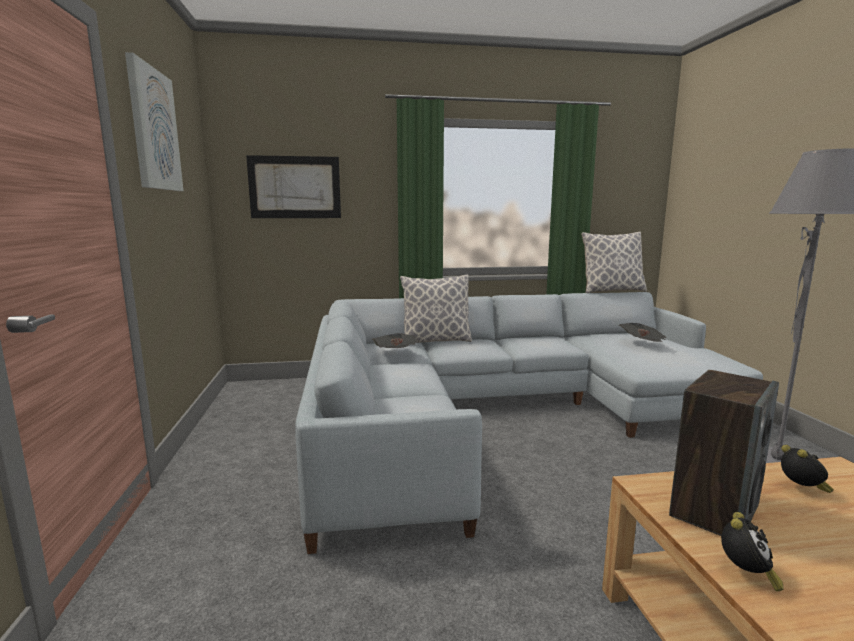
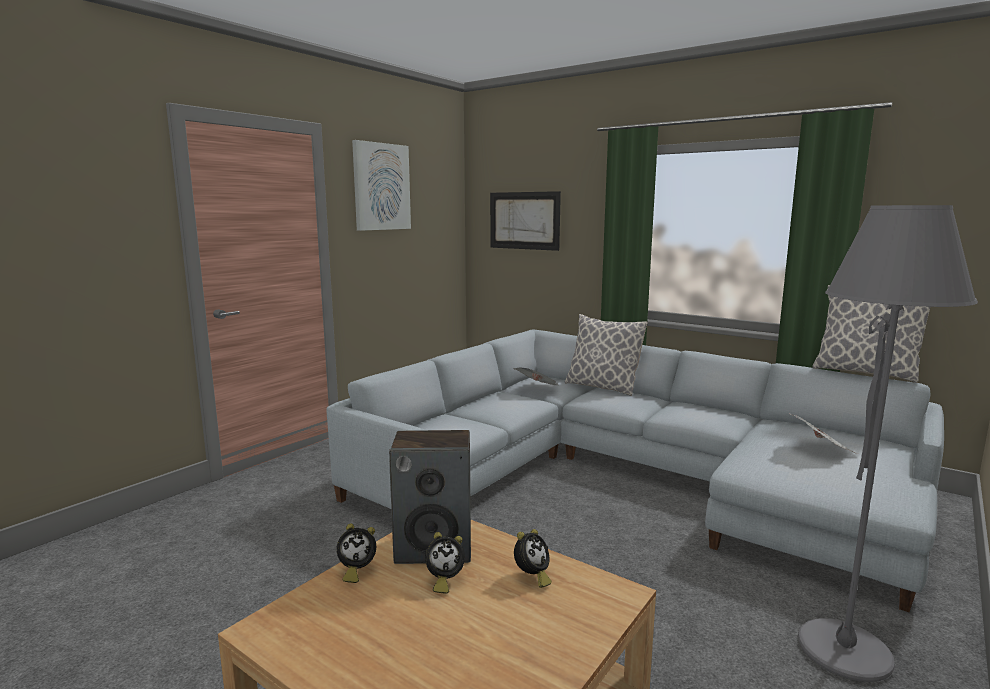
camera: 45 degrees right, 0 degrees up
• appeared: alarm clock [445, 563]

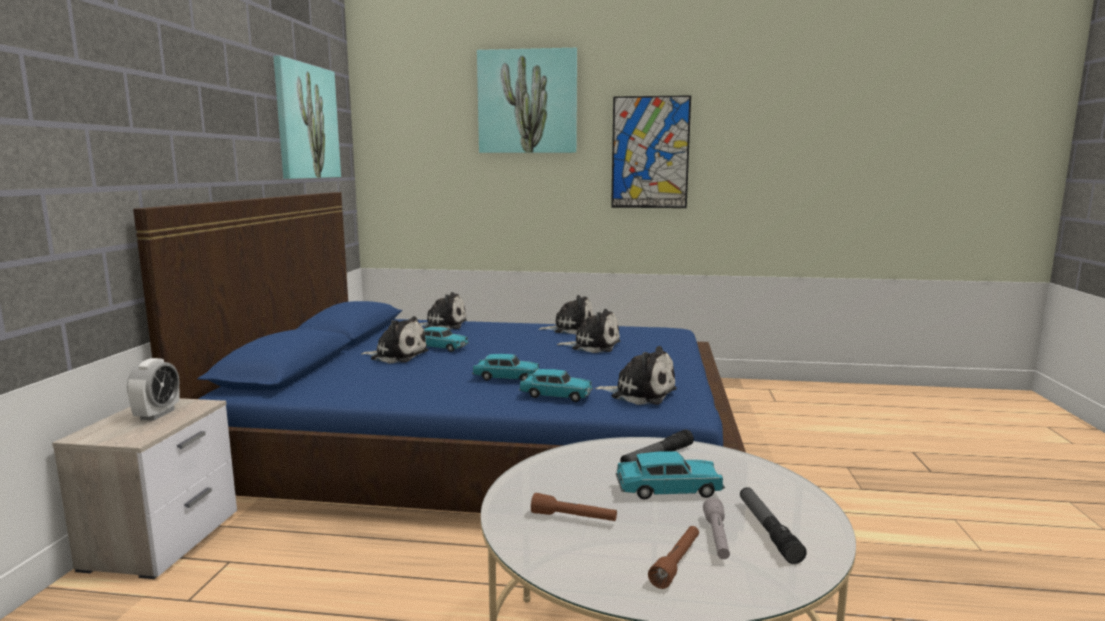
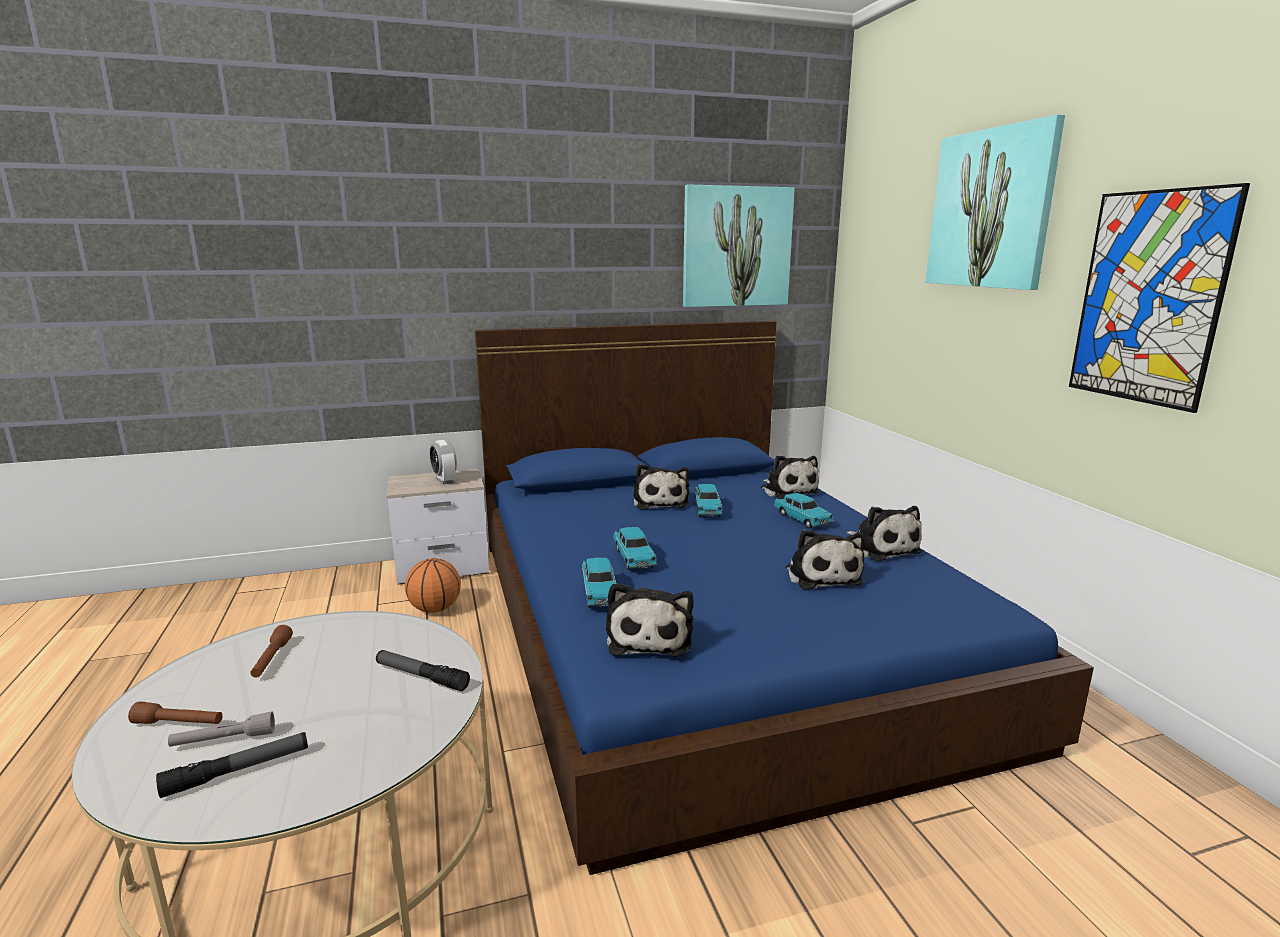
camera: 65 degrees right, 5 degrees up
• spun: alarm clock [153, 389] = [443, 462] 75 degrees clockwise
• relocated: toy car in turquoise [670, 475] to [803, 511]
• appeared: basketball [433, 585]

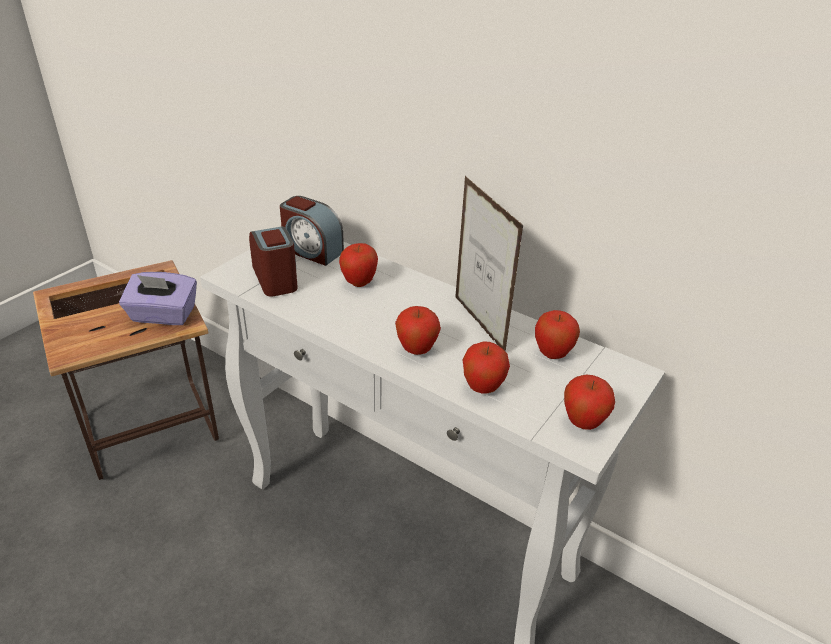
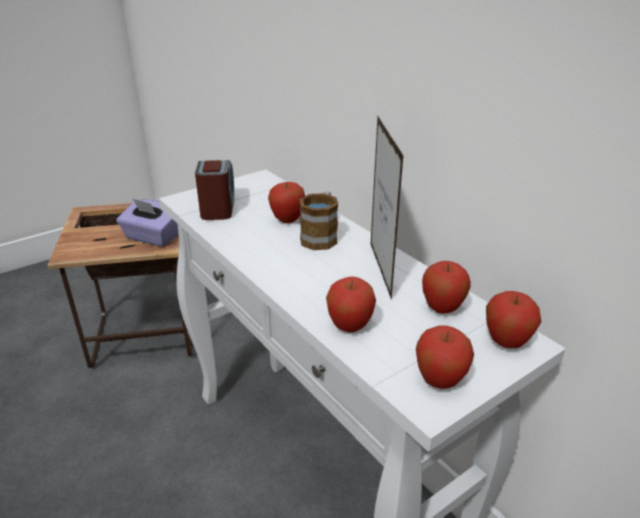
camera: 20 degrees right, 5 degrees down
• missing: alarm clock [312, 231]
• relocated: apple [418, 330] to [513, 319]
• appeared: mug [318, 220]

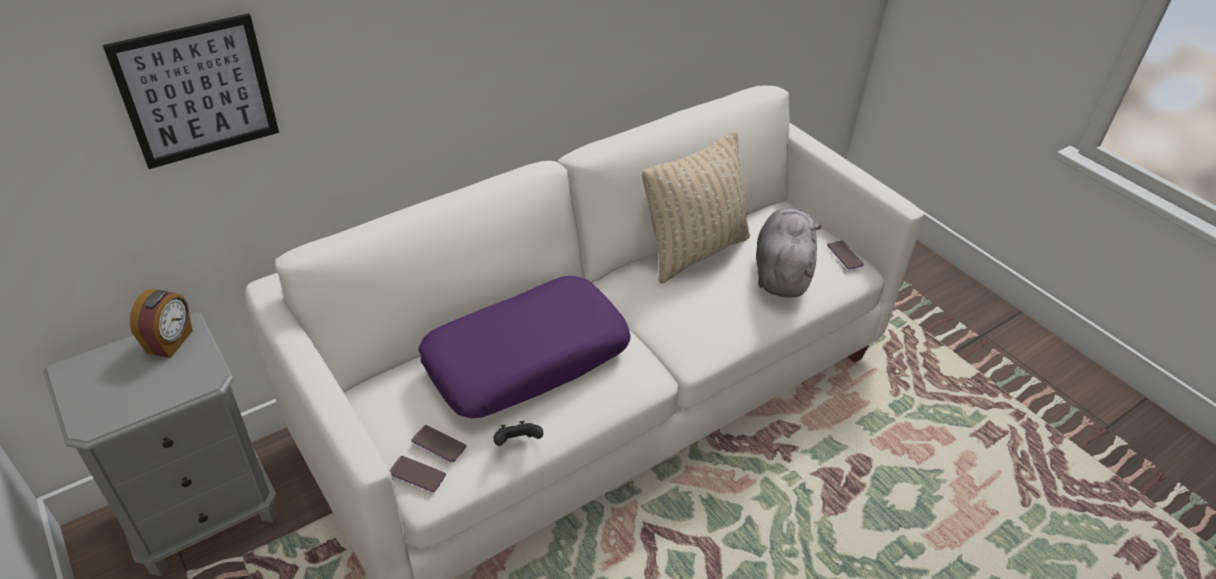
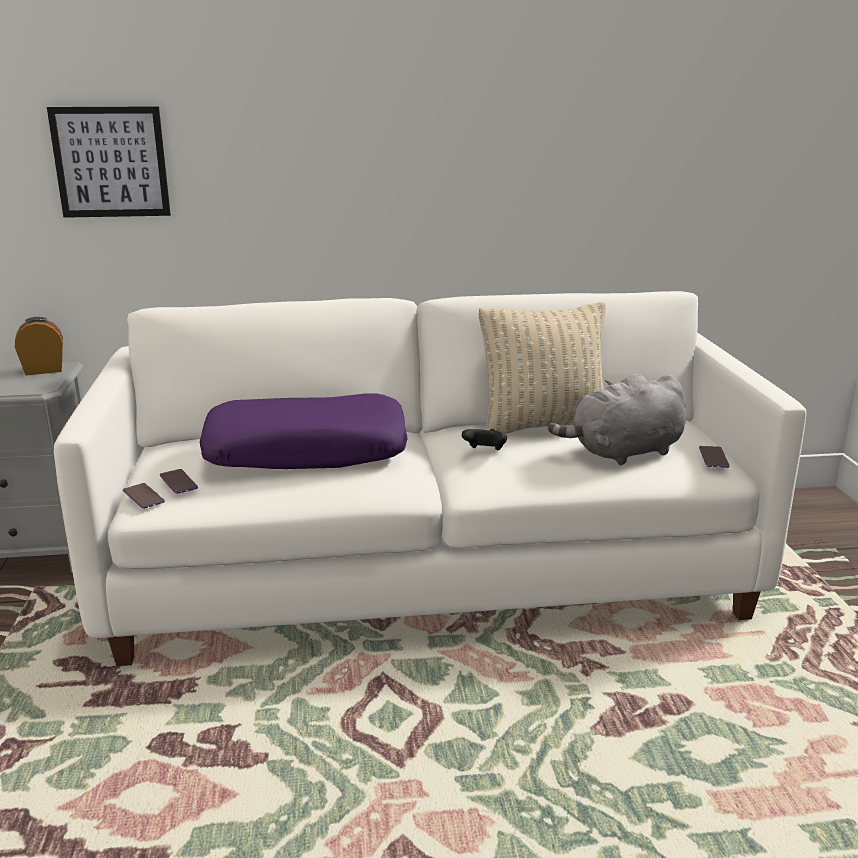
camera: 30 degrees right, 20 degrees down
• spun: plush toy in grey [788, 253] = [617, 419] 150 degrees counterclockwise
• spun: alarm clock [161, 323] = [39, 346] 150 degrees counterclockwise
• relocated: game controller in black [518, 433] to [484, 439]

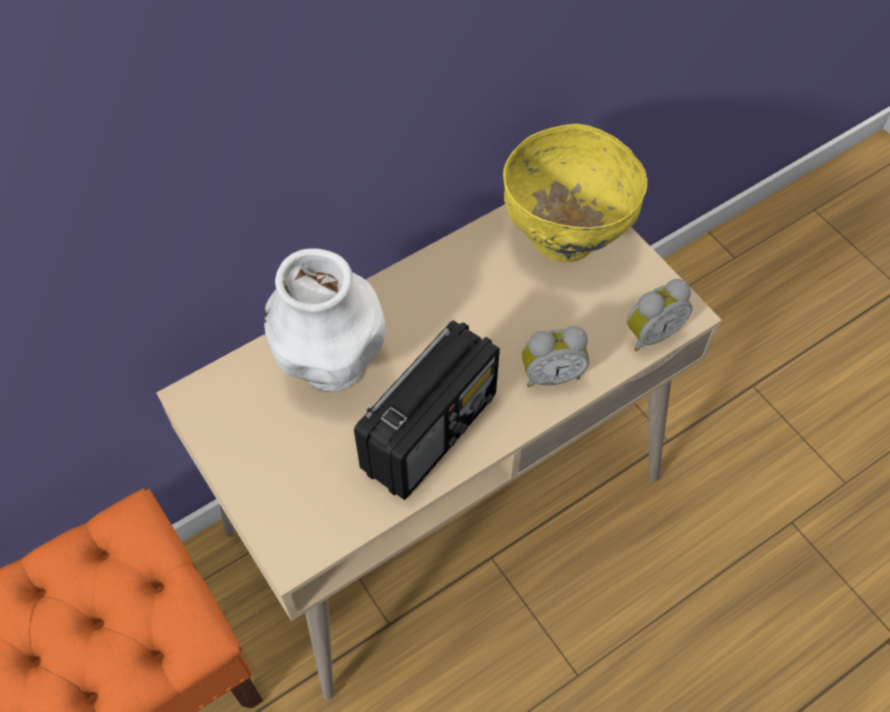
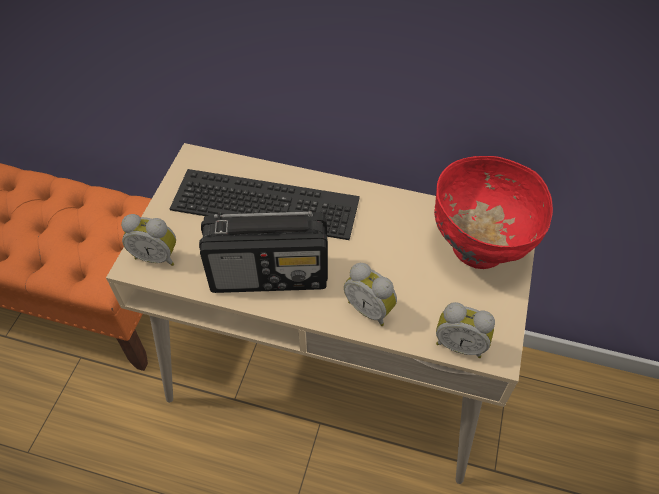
camera: 50 degrees right, 5 degrees down
• colour: bowl in yellow [575, 193] to bowl in red [493, 212]
• exchanged: vase in white [325, 320] to keyboard [265, 204]
• appeared: alarm clock [148, 240]

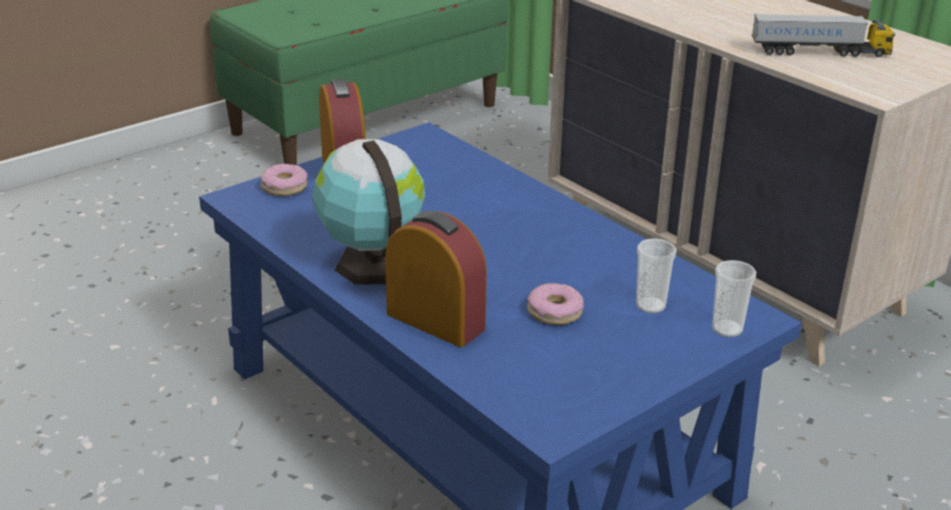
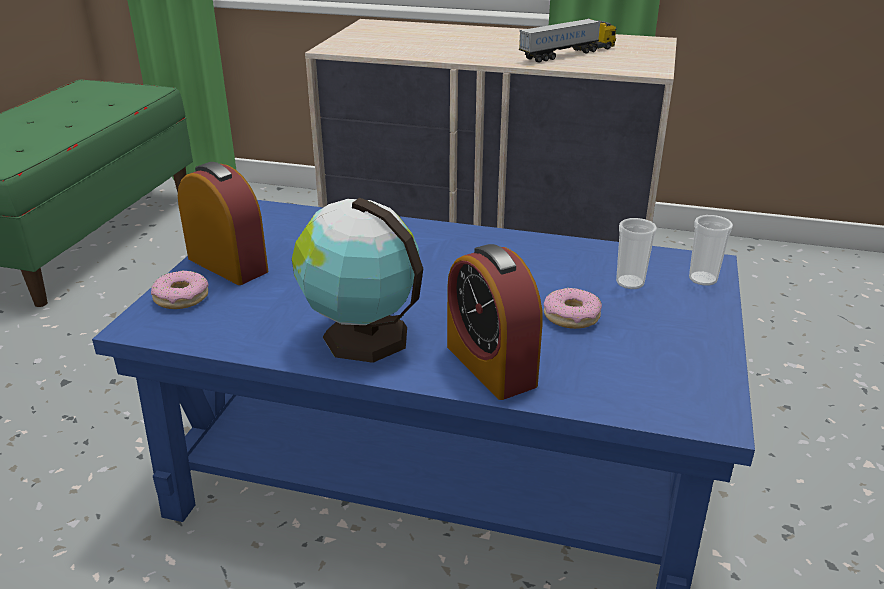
camera: 35 degrees left, 0 degrees up
• spun: alarm clock [436, 279] = [495, 322] 120 degrees counterclockwise

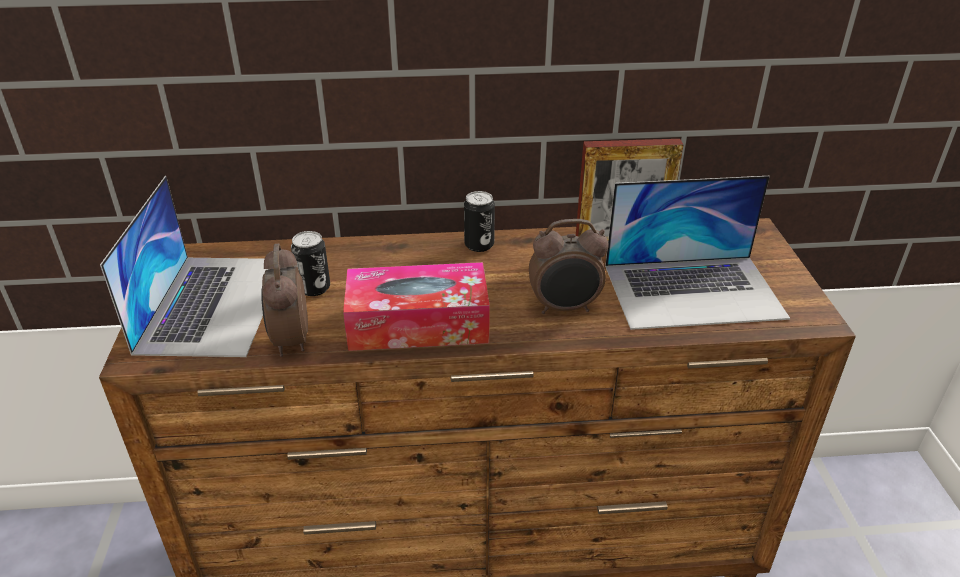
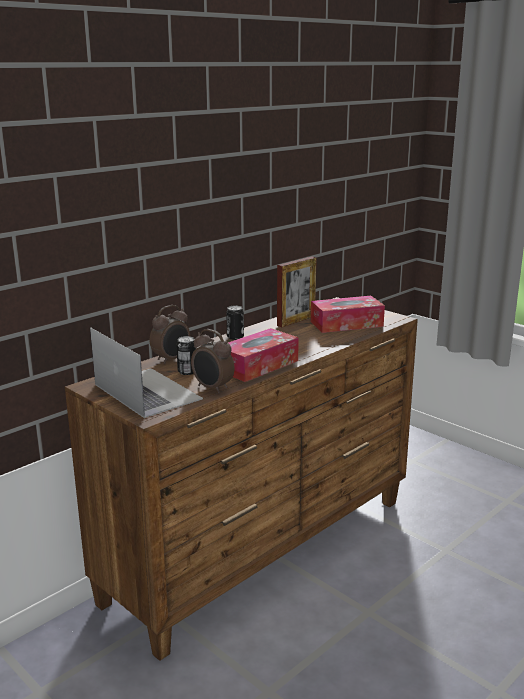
camera: 40 degrees left, 15 degrees down
• exchanged: laptop [697, 253] to tissue box [348, 314]
• relocated: alarm clock [569, 266] to [170, 334]

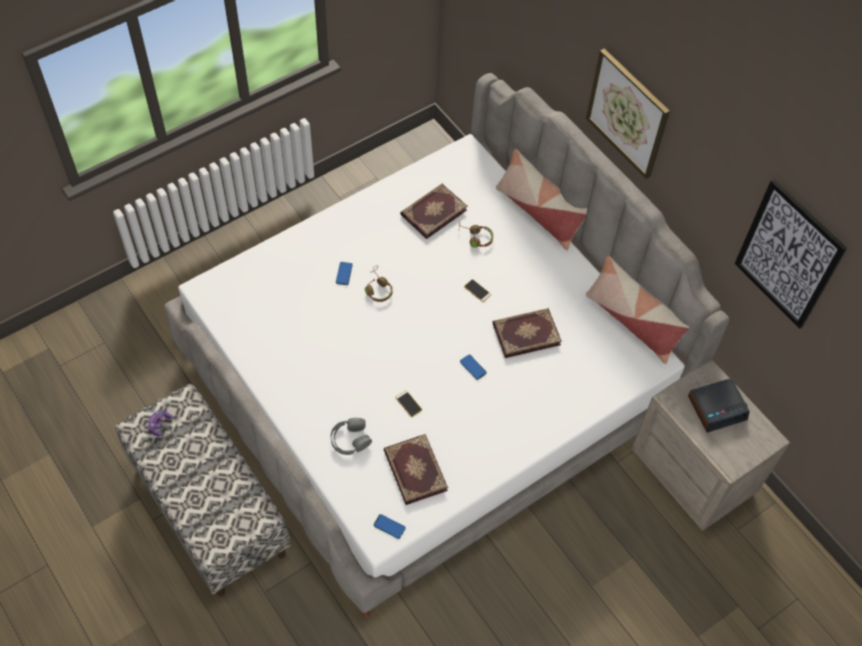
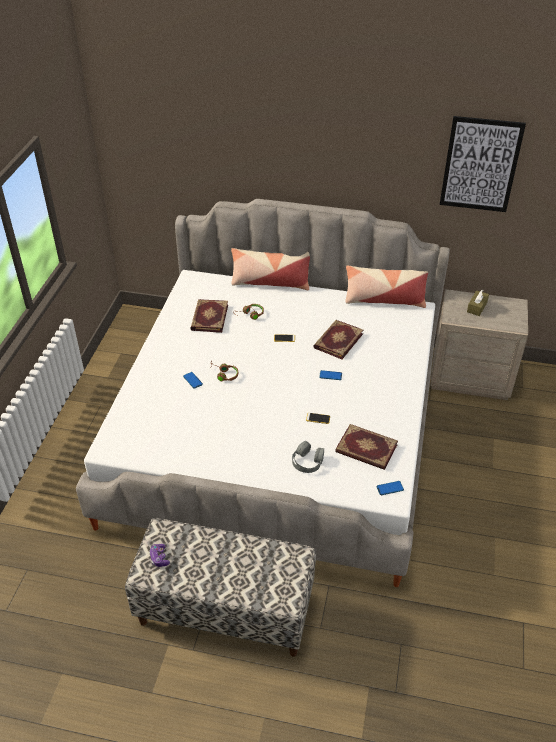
camera: 40 degrees left, 15 degrees down
• missing: picture [628, 113]
• exchanged: alarm clock [719, 405] to tissue box in brown [478, 303]

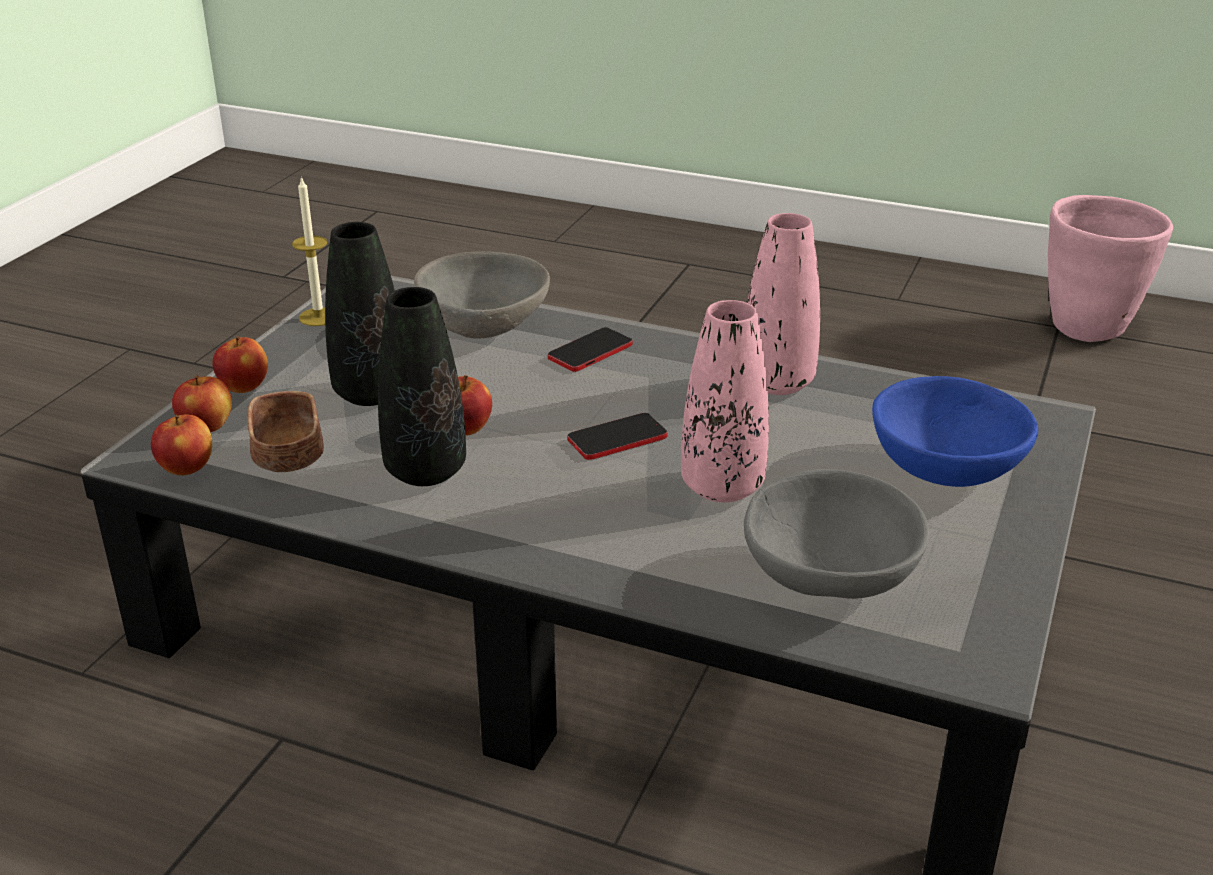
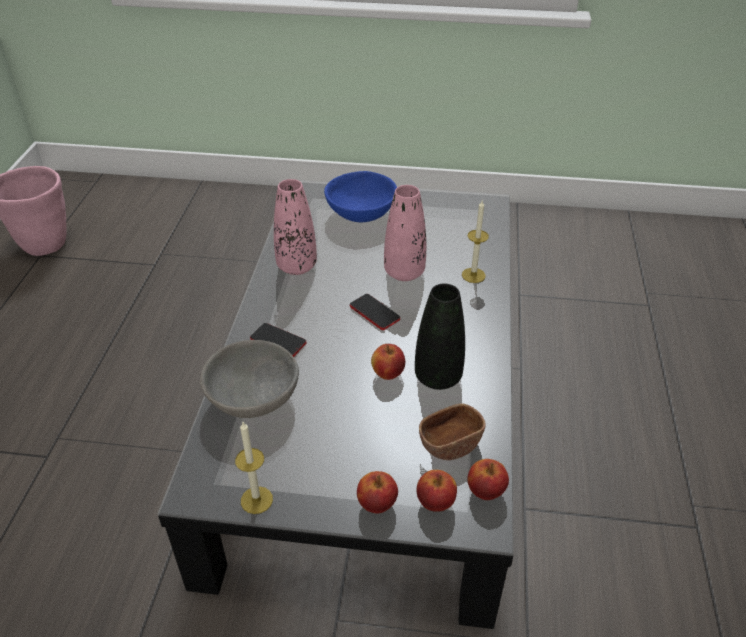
camera: 105 degrees left, 10 degrees up
• missing: vase in black [360, 314]
• missing: bowl in grey [836, 534]
• appeared: candle [475, 242]

